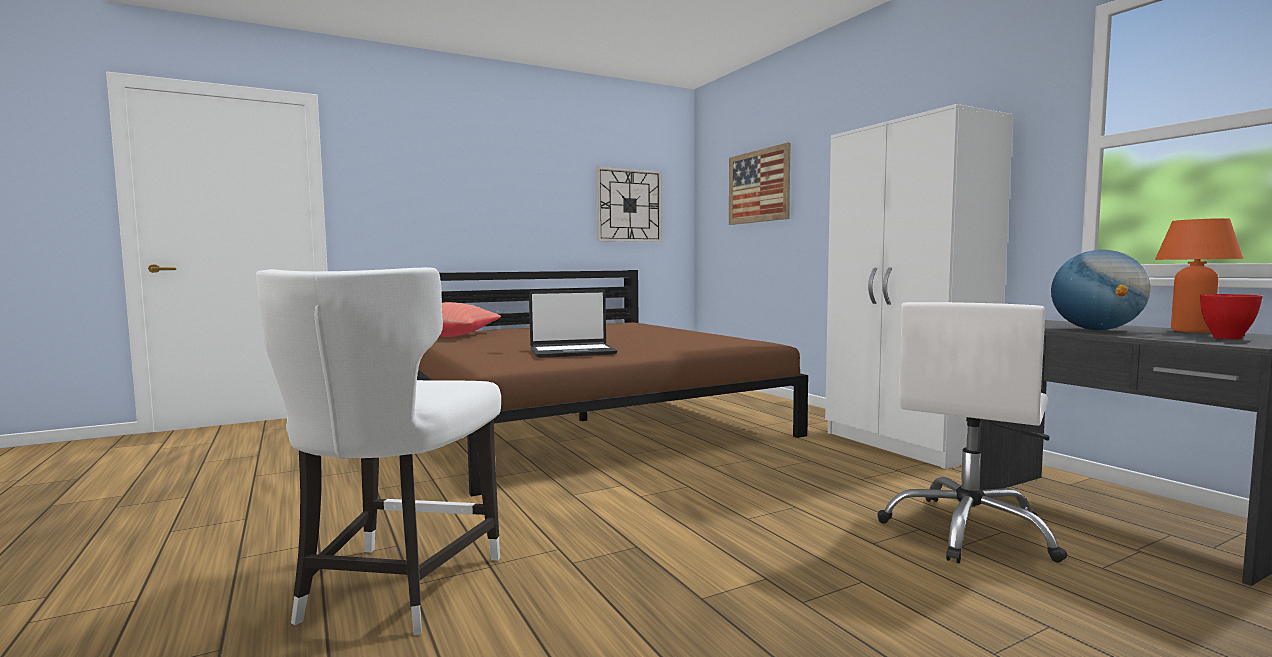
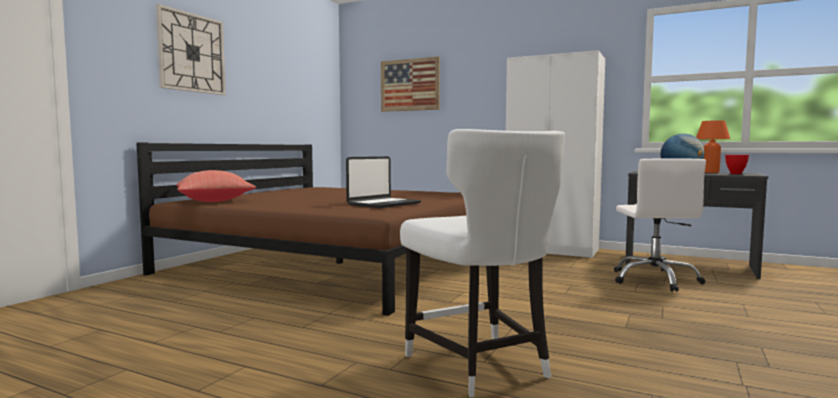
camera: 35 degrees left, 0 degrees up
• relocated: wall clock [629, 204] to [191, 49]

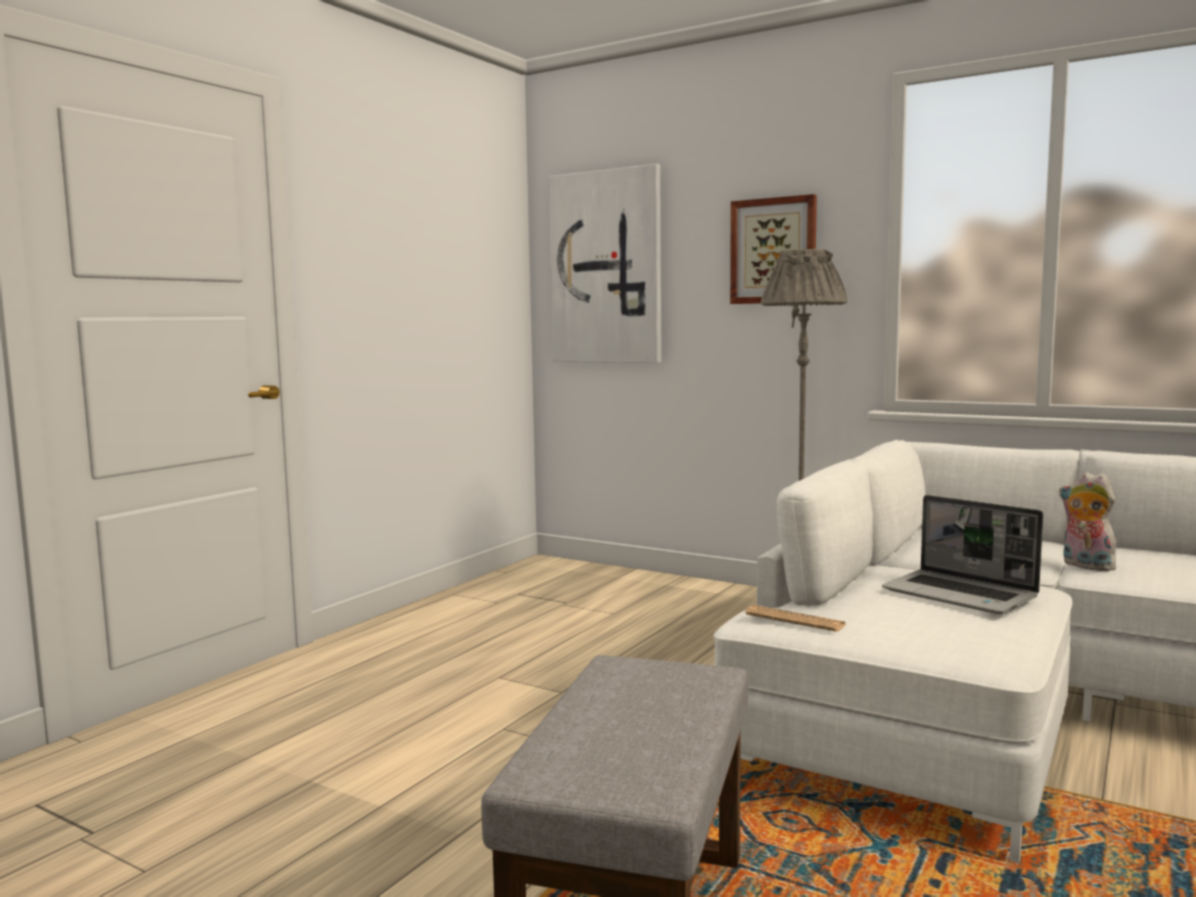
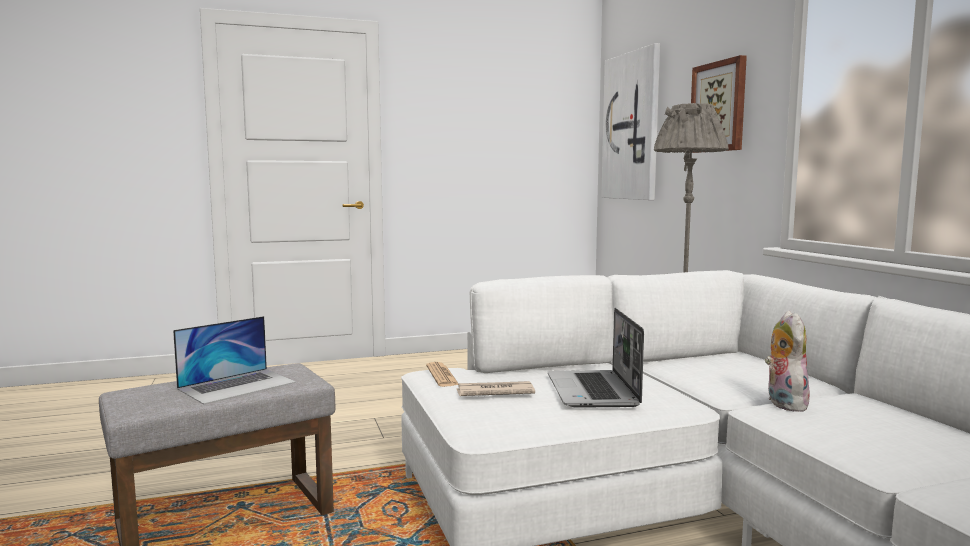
camera: 40 degrees right, 0 degrees up
• appeared: laptop [234, 360]
• appeared: newspaper [496, 388]

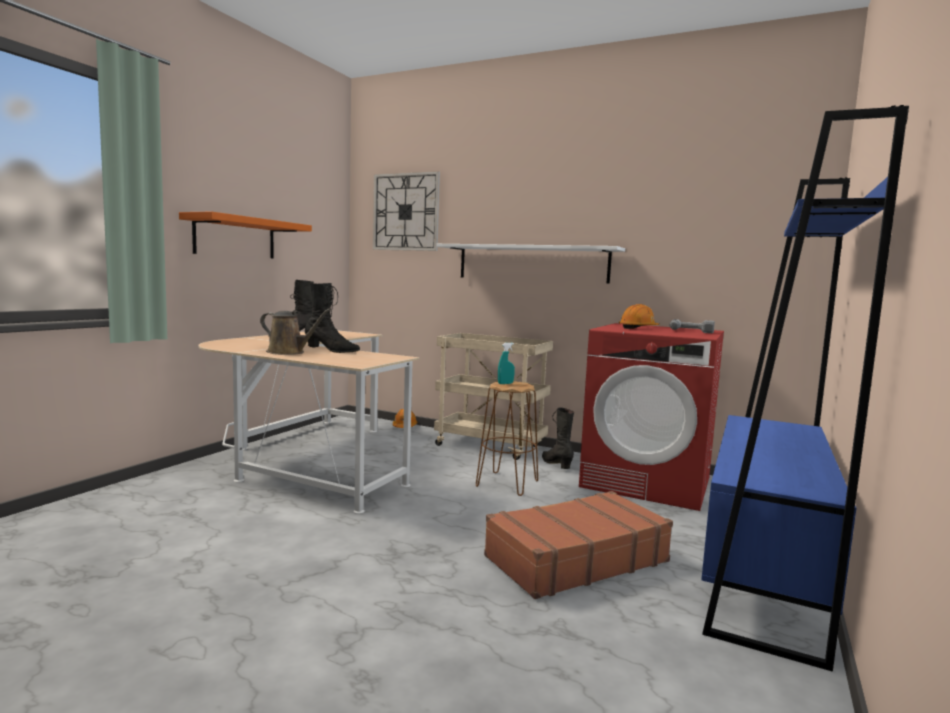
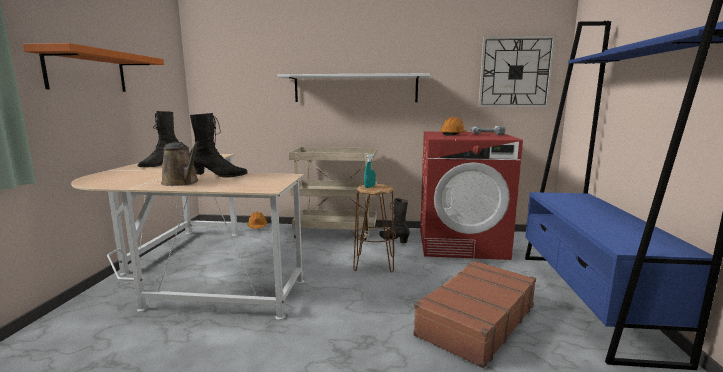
camera: 20 degrees left, 5 degrees up
• relocated: wall clock [406, 211] to [517, 71]
• spun: watering can in brown [295, 331] = [180, 163] 45 degrees clockwise

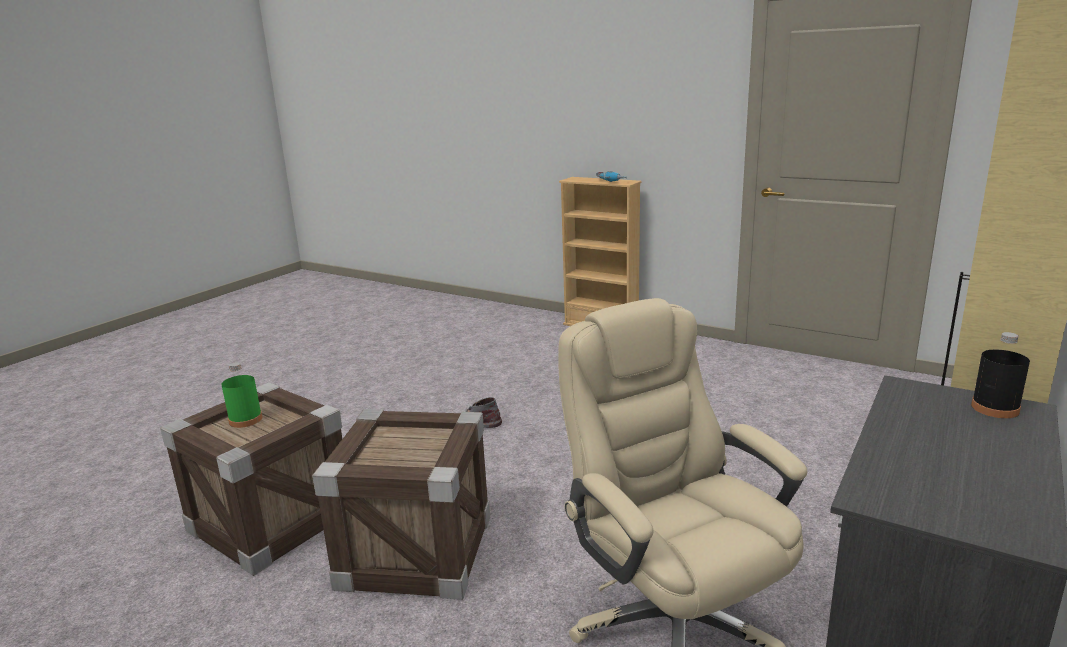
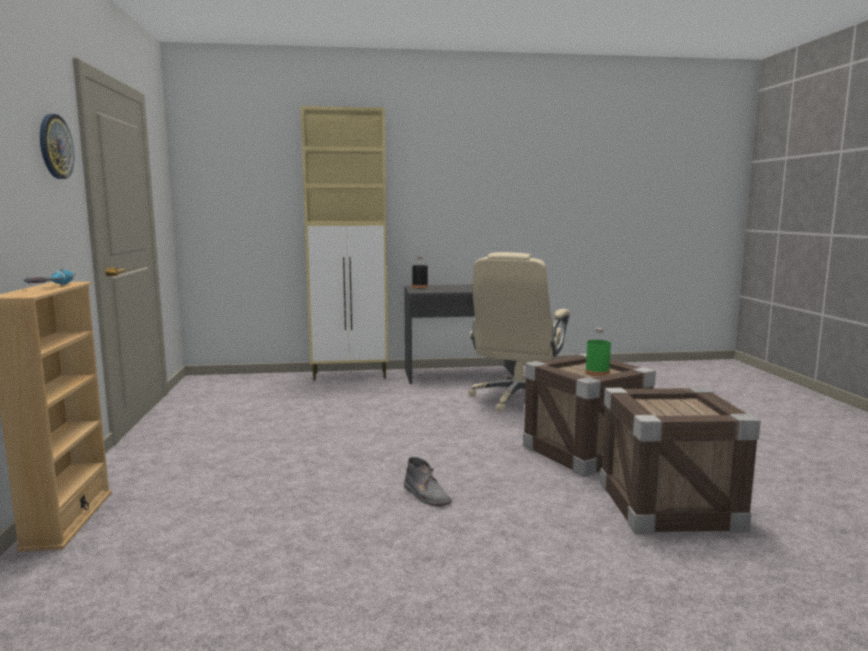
camera: 130 degrees left, 10 degrees down
• relocated: bottle in green [241, 395] to [598, 352]
• appeared: wall clock [57, 146]

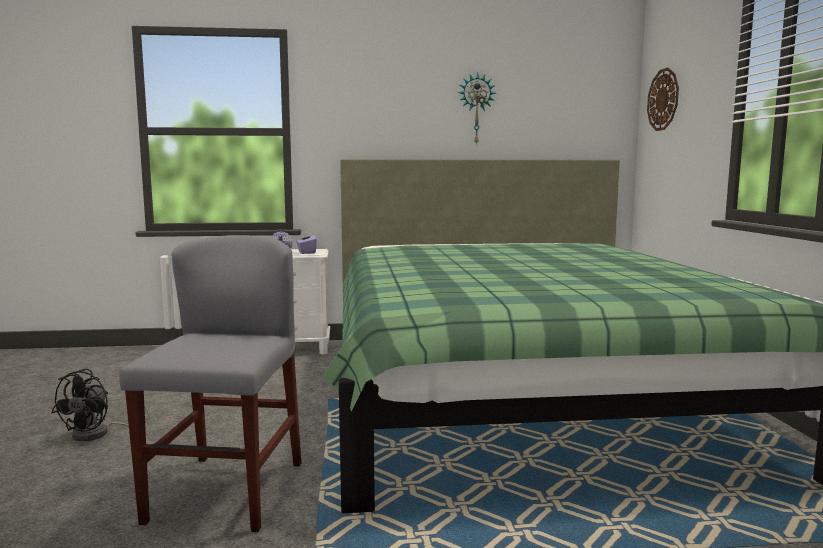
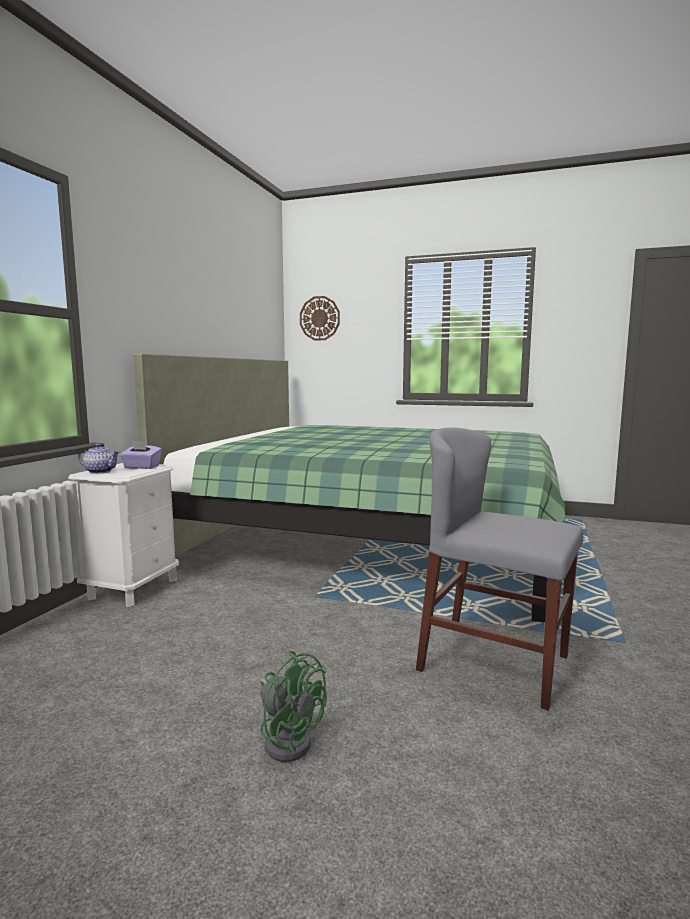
camera: 65 degrees left, 0 degrees up
• missing: wall clock [477, 109]
• colour: fan in black [101, 405] to fan in green [293, 706]

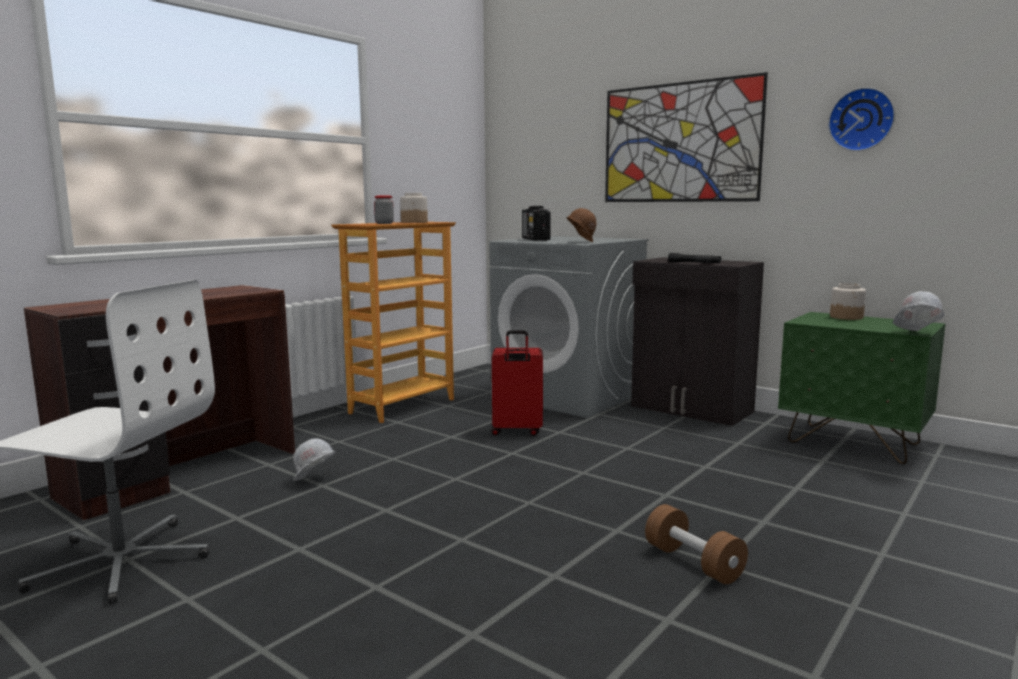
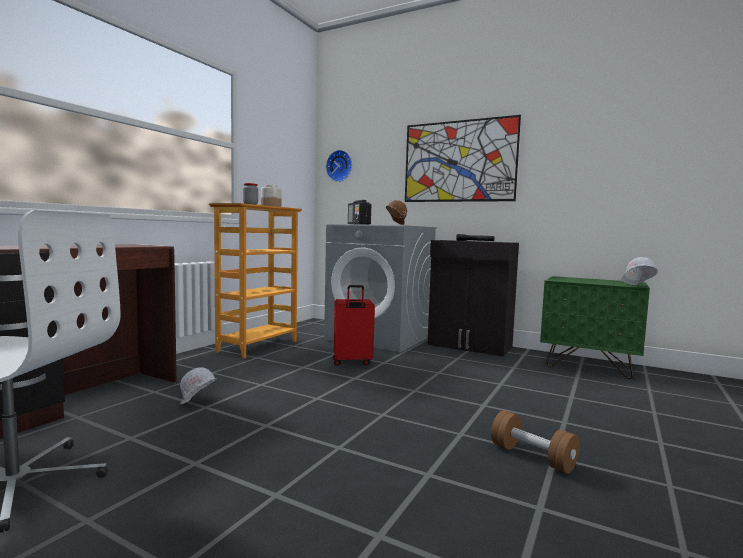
camera: 10 degrees left, 5 degrees down
• relocated: wall clock [861, 119] to [339, 166]
• missing: jar [848, 301]

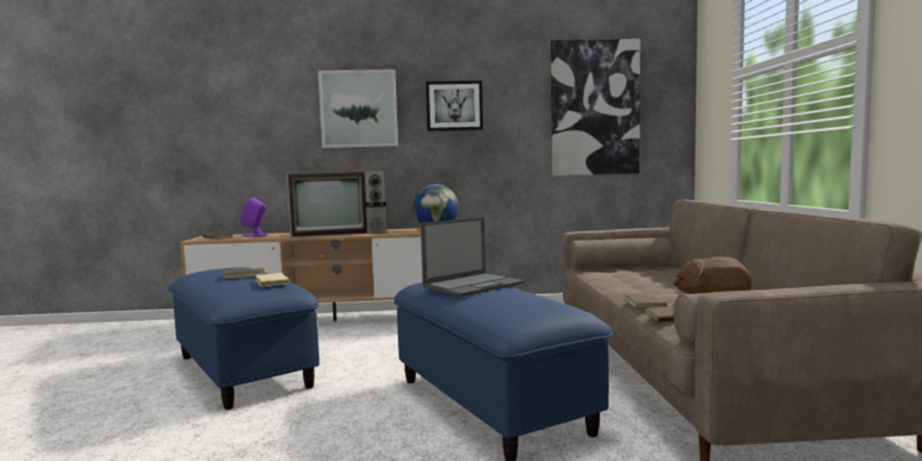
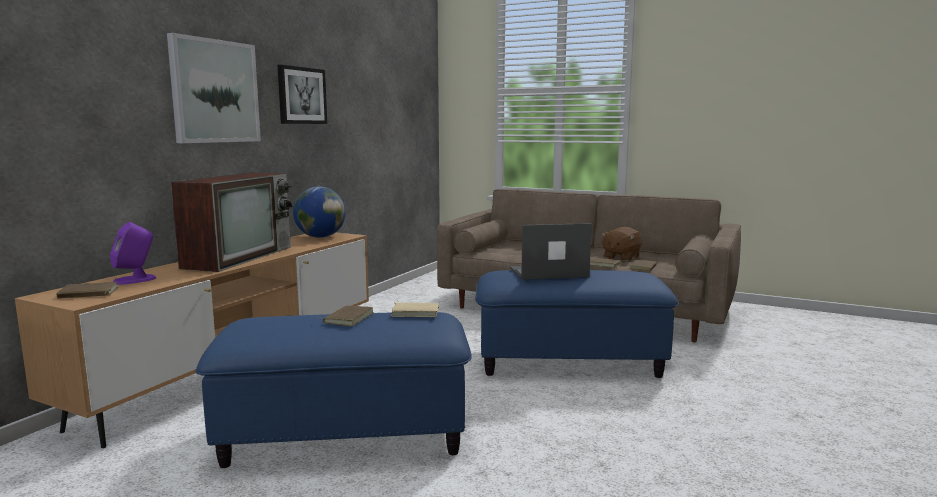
camera: 60 degrees left, 5 degrees up
• missing: picture [595, 107]
• spun: laptop [472, 256] = [551, 251] 90 degrees counterclockwise

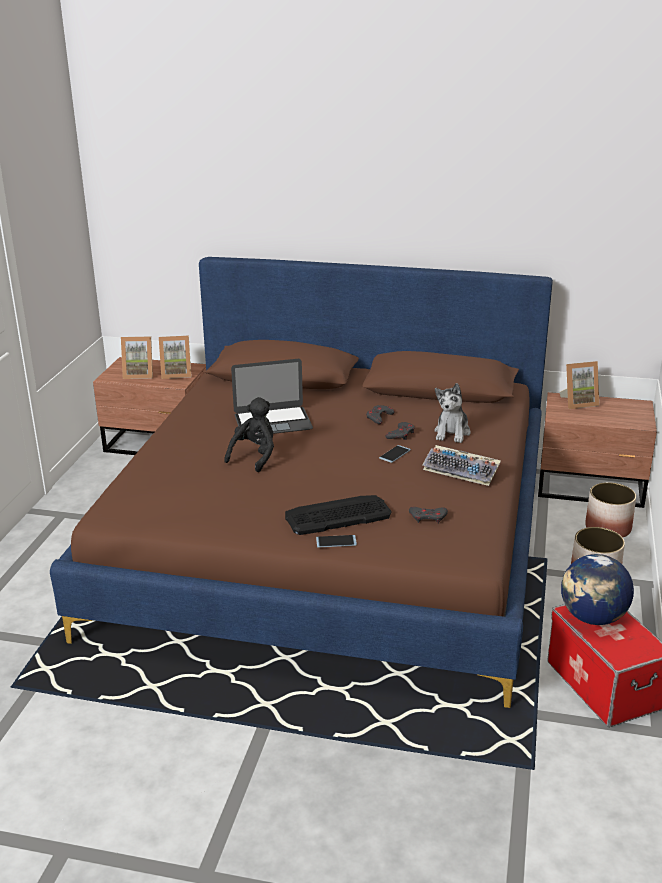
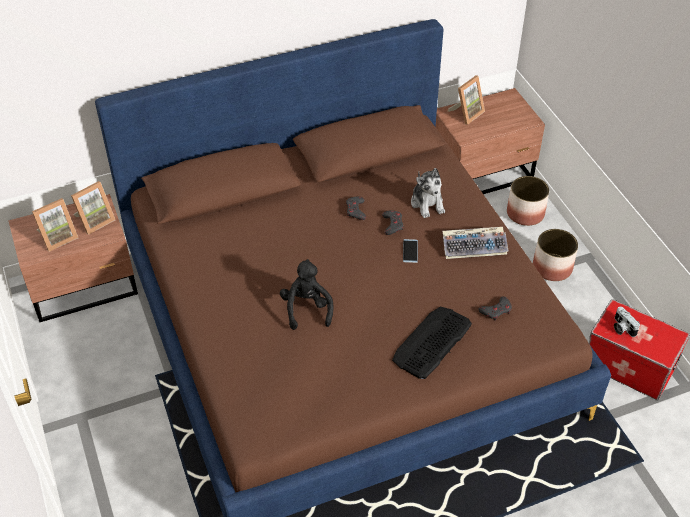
camera: 35 degrees left, 20 degrees up
• missing: laptop [272, 396]
• missing: phone [336, 541]
• exchanged: globe [597, 589] to photo camera [627, 322]

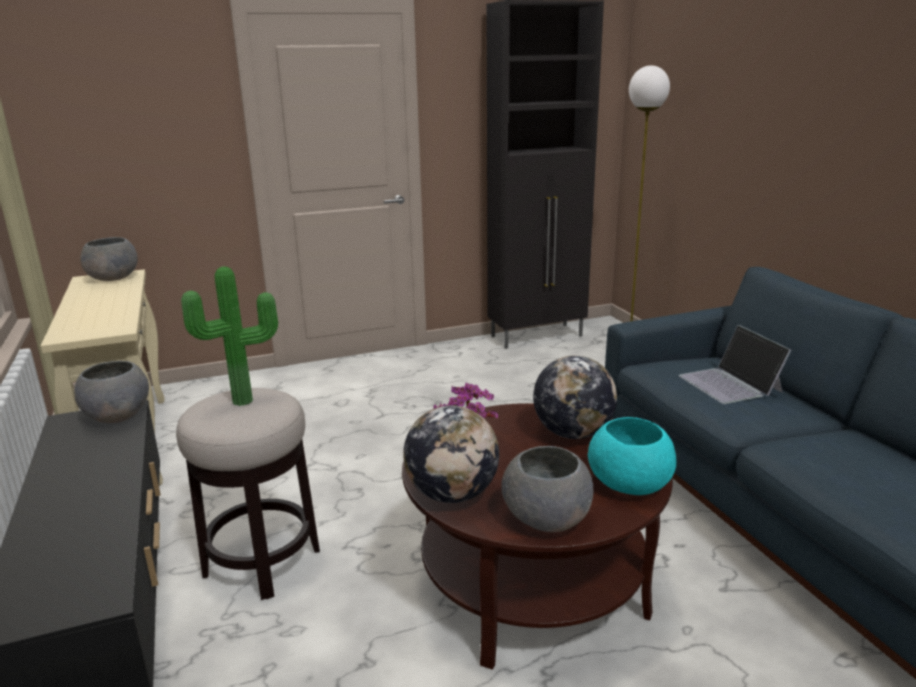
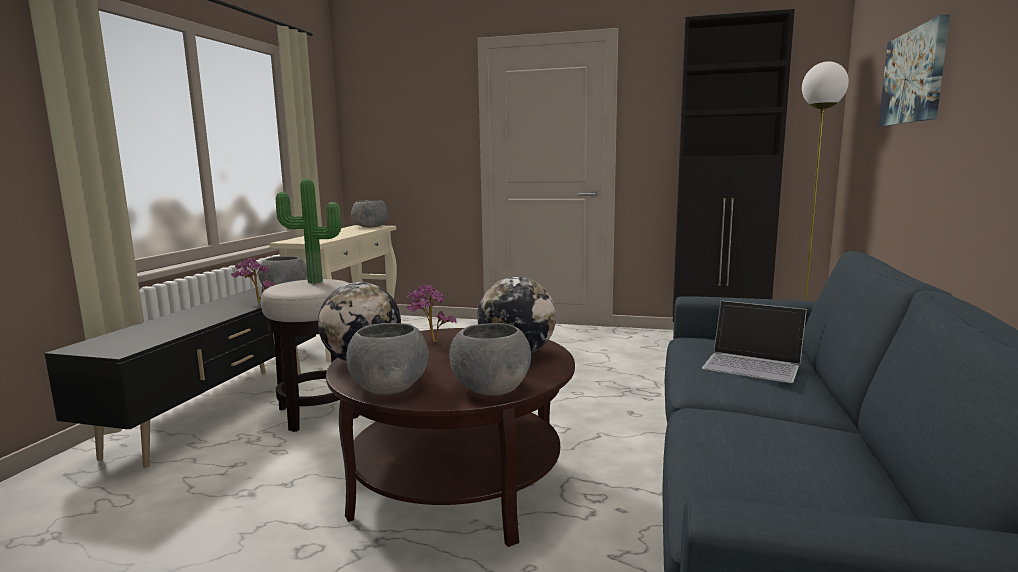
camera: 35 degrees right, 10 degrees down
• spun: laptop [735, 364] = [754, 342] 75 degrees counterclockwise
• colour: bowl in turquoise [632, 456] to bowl in grey [490, 359]
• appeared: picture [914, 70]
• appeared: potted plant [252, 280]

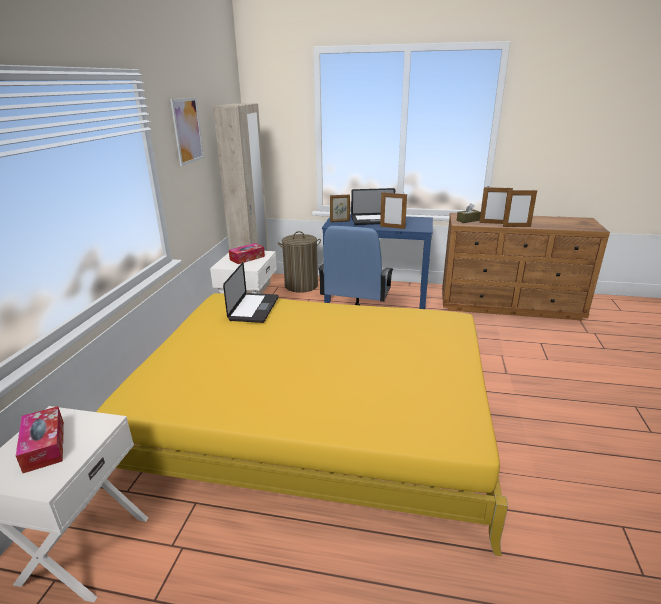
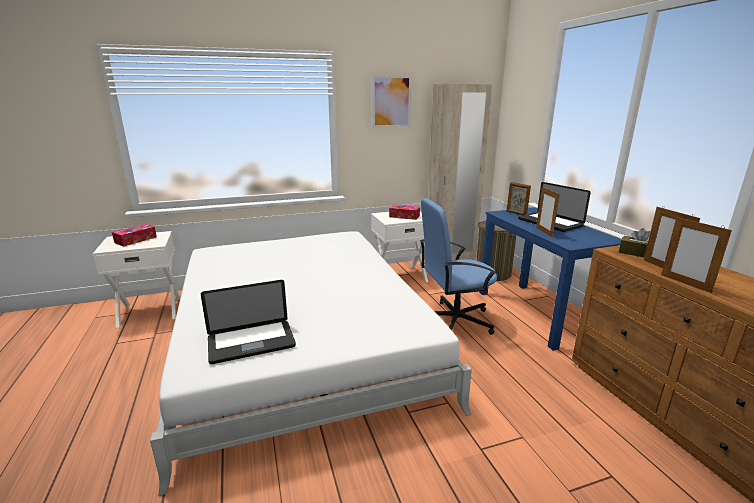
camera: 60 degrees right, 5 degrees down
• relocated: laptop [251, 292] to [248, 322]
• colour: bed in yellow [302, 424] to bed in white [311, 363]

